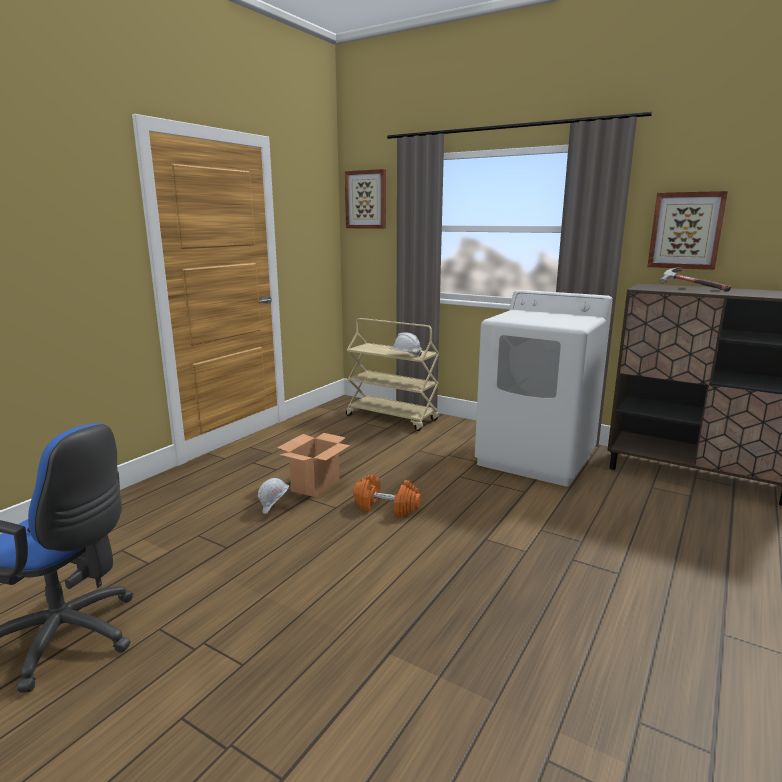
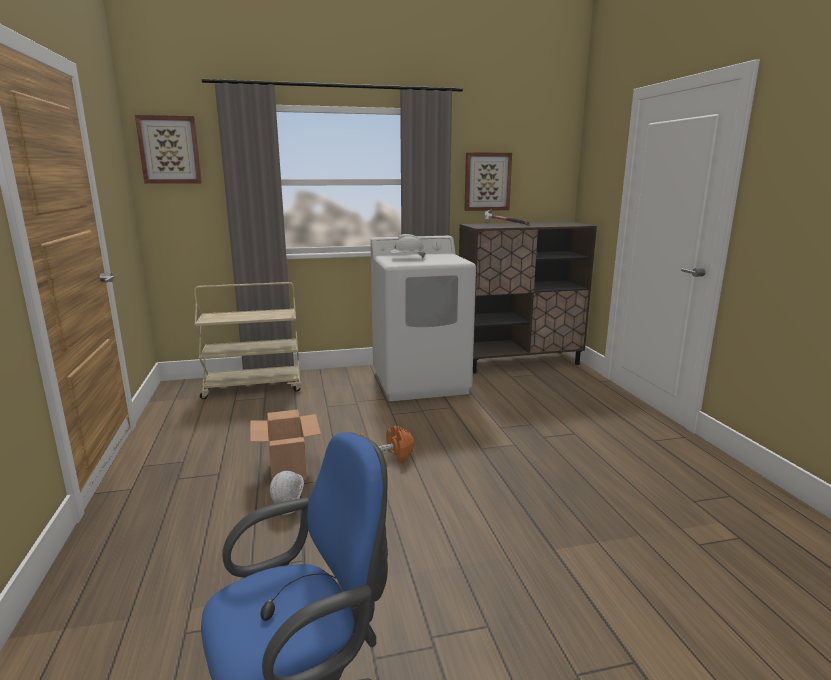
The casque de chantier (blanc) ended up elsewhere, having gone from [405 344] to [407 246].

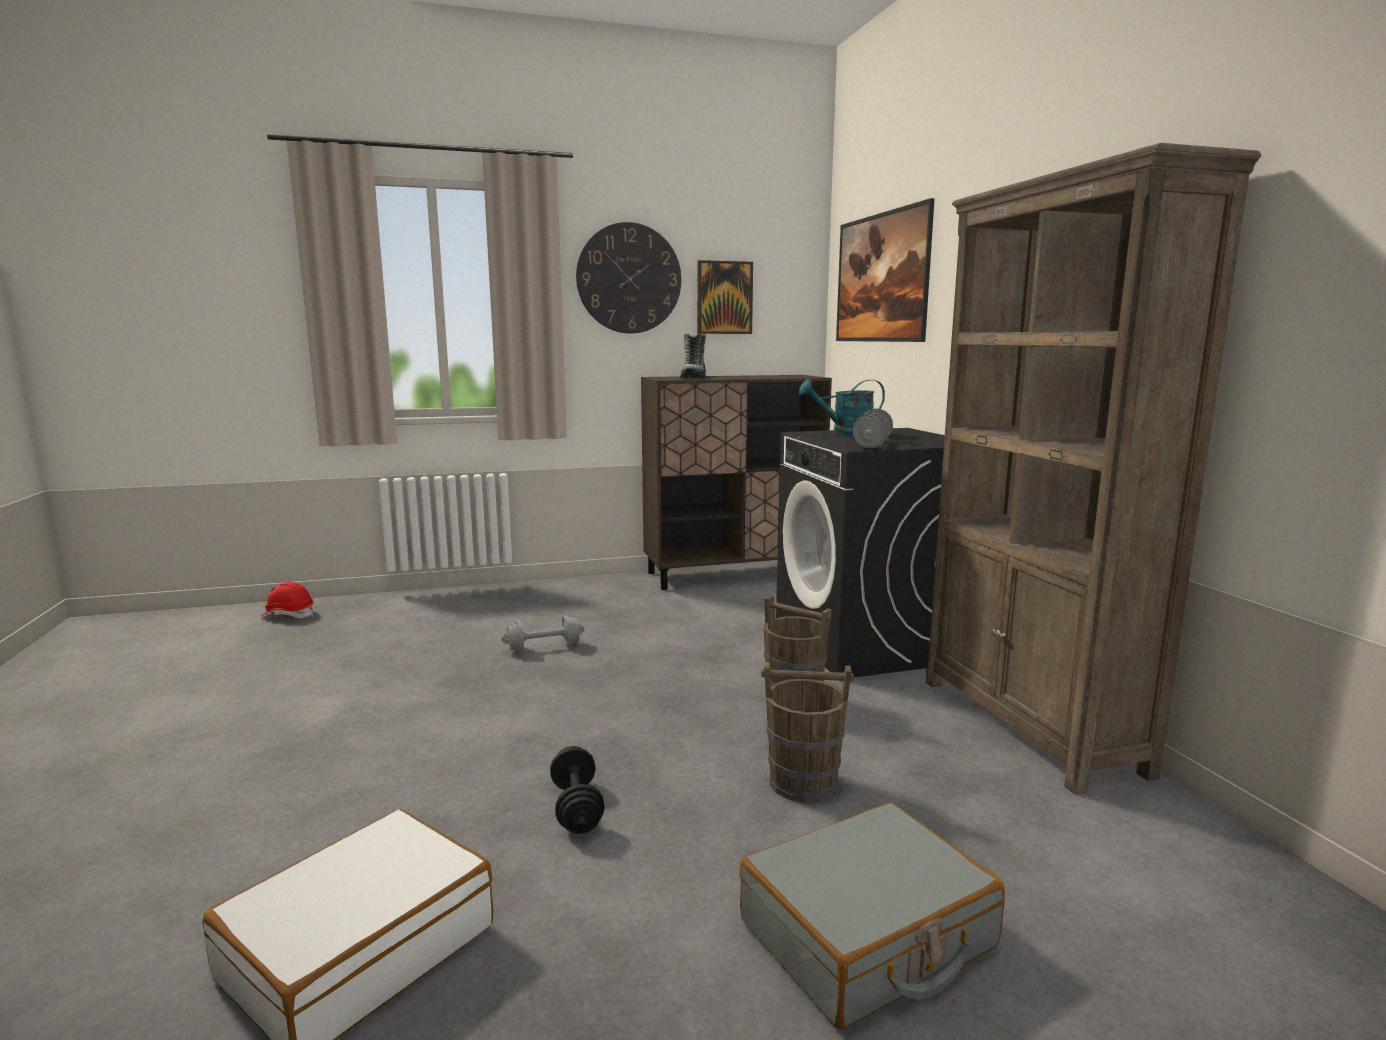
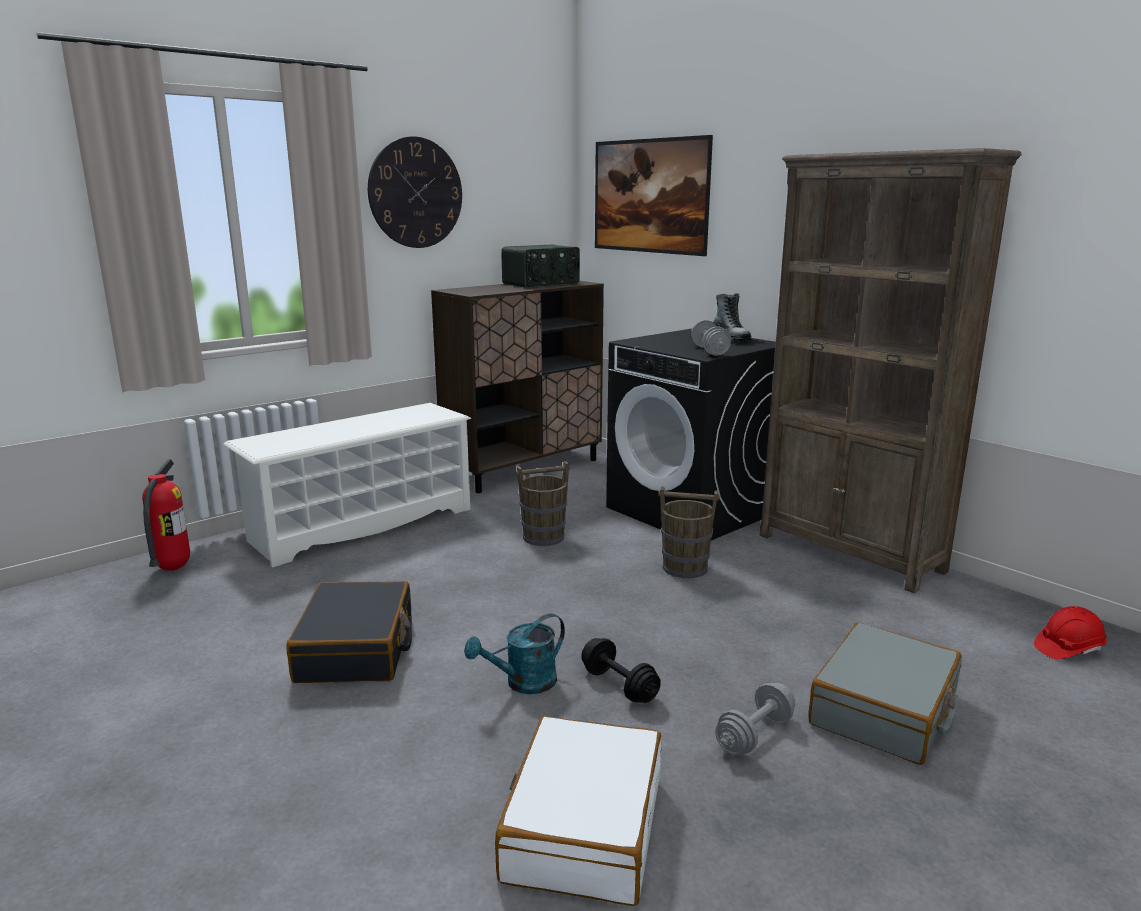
The second view lost the tableau at [725 297].
The second view gained the extincteur at [166 515].
The second view gained the étagère à chaussures (blanc) at [347 485].
The second view gained the valise (noir) at [349 631].
The second view gained the radio at [540 266].
The casque de chantier (rouge) ended up elsewhere, having gone from [287 600] to [1070 632].
The haltère (gris) ended up elsewhere, having gone from [543 634] to [755 719].
The botte ended up elsewhere, having gone from [693 356] to [732 317].
The seau (marron) ended up elsewhere, having gone from [807 732] to [543 503].
The arrosoir (turquoise) ended up elsewhere, having gone from [842 407] to [514 653].

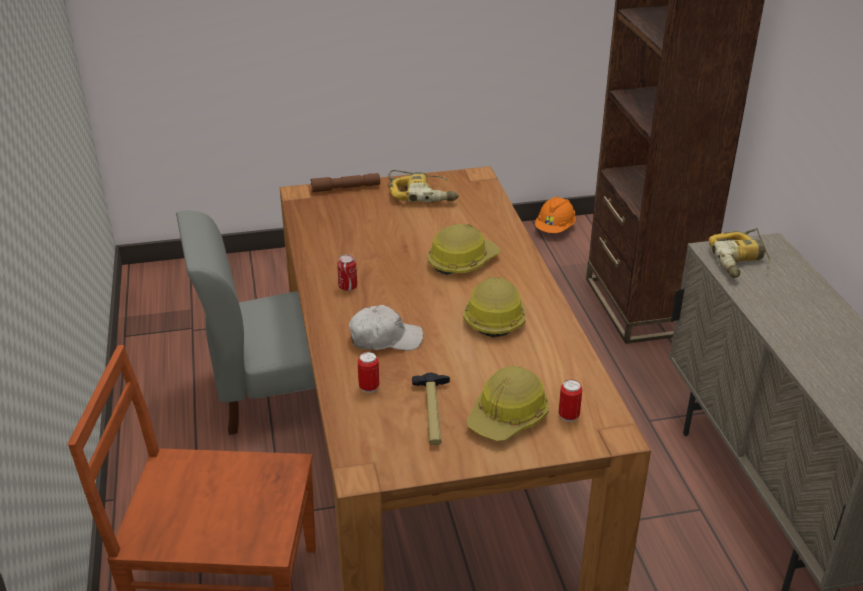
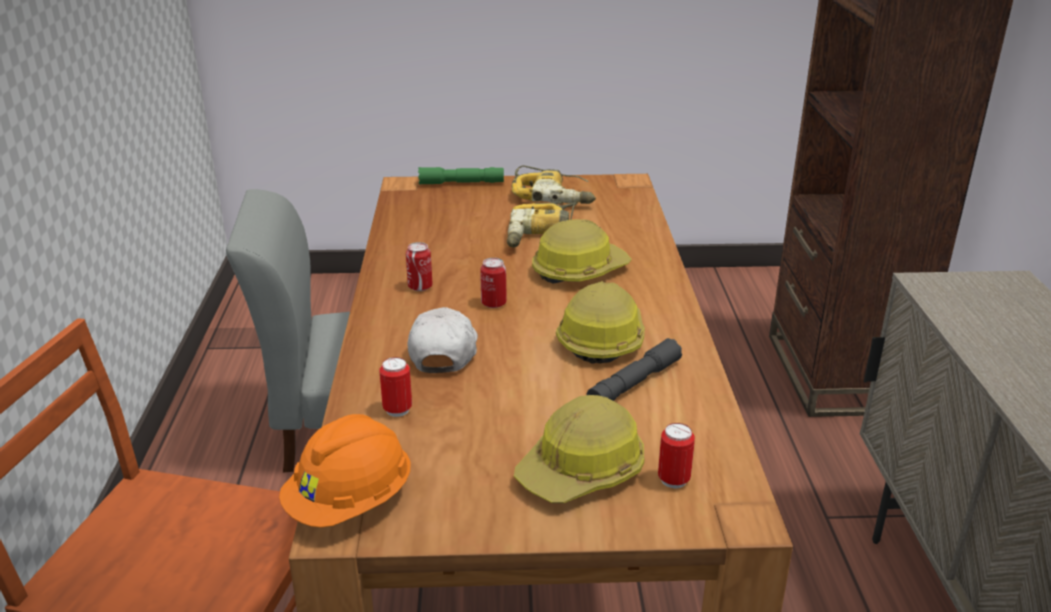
The second view lost the marteau at [431 409].
The second view gained the boîte métallique at [493 283].
The second view gained the lampe de poche (gris) at [634 369].
The casque de chantier (orange) ended up elsewhere, having gone from [555 214] to [345 470].
The perceuse ended up elsewhere, having gone from [739 253] to [542 224].
What was the lampe de poche (marron) at [345 183] turned into the lampe de poche (vert) at [461 176].
The casquette (blanc) at [386 328] ended up facing another way, 90 degrees counterclockwise from before.

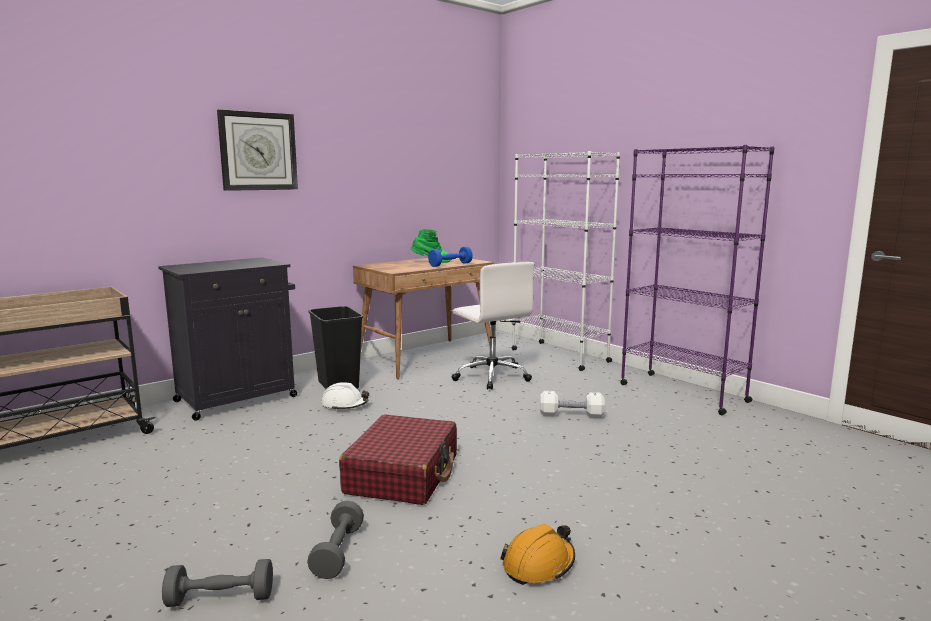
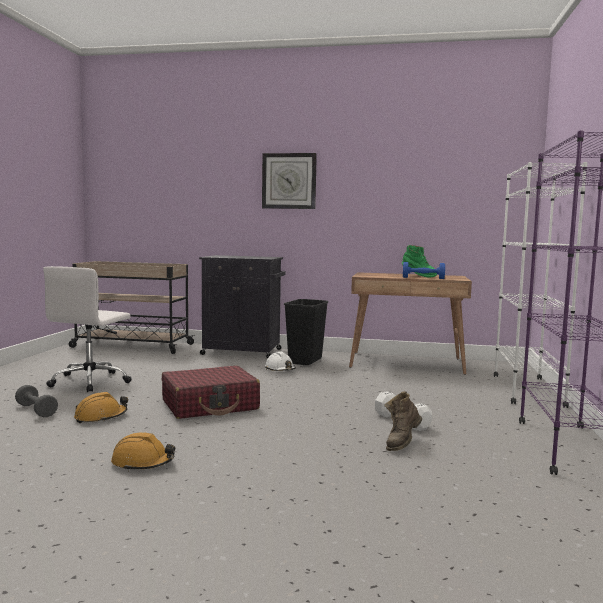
The second view gained the botte (marron) at [403 421].
The chaise de bureau (blanc) ended up elsewhere, having gone from [492 326] to [87 329].
Where the haltère (gris) stood at [335 540], the casque de chantier (orange) came to stand at [101 407].

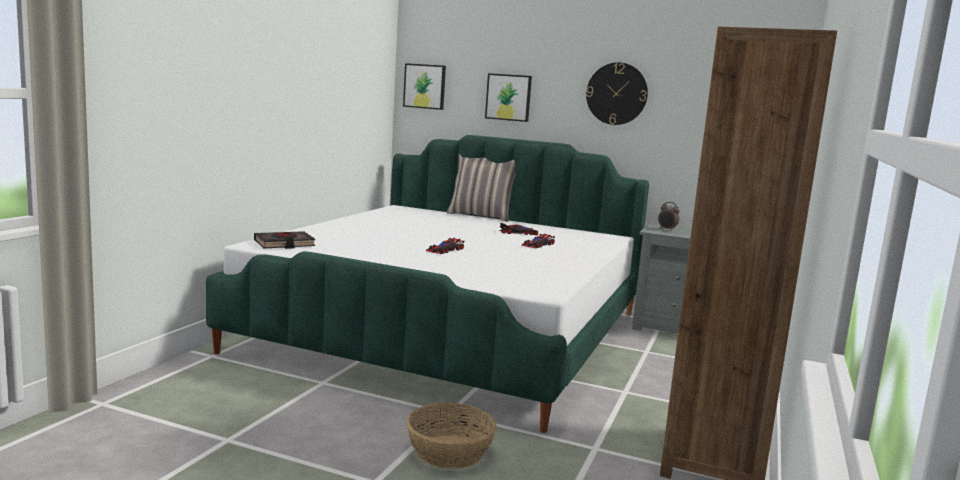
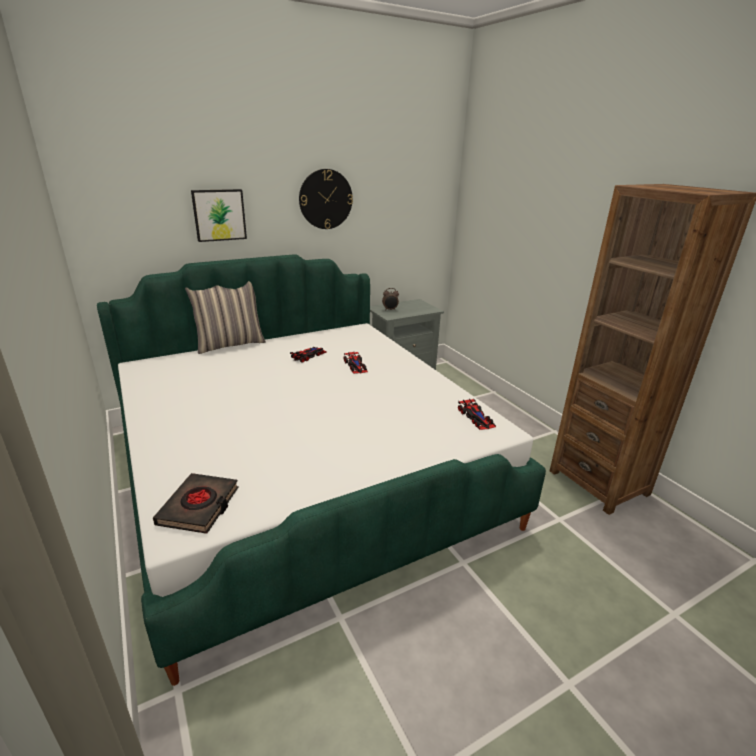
The second view lost the tableau at [424 86].
The second view lost the panier at [451 436].
The petite voiture ended up elsewhere, having gone from [445 245] to [477 414].

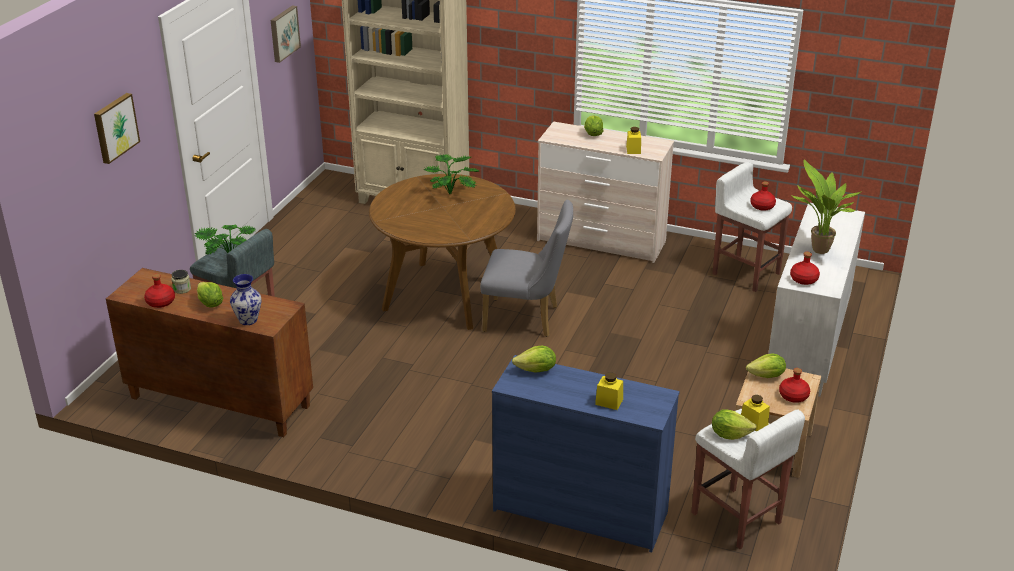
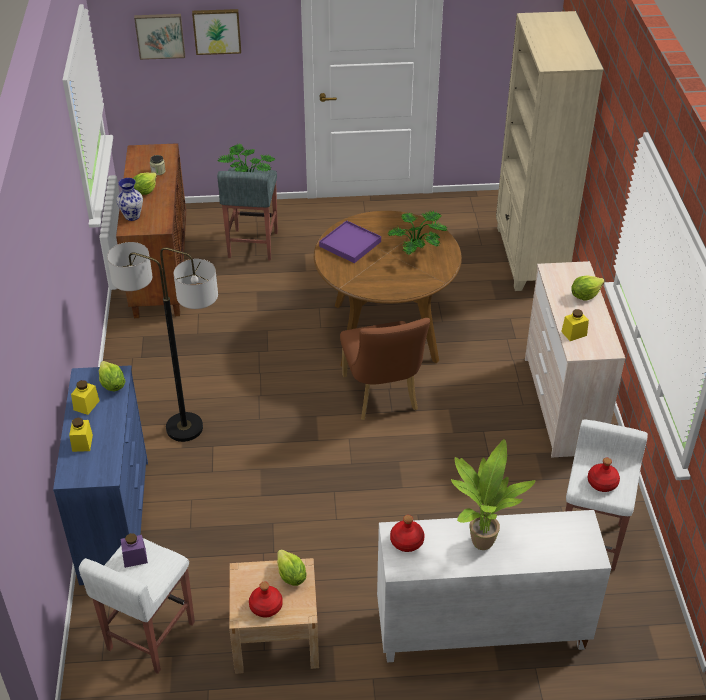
The second view lost the bouteille (rouge) at [159 291].
The second view gained the lampadaire at [162 342].
The second view gained the plateau (violet) at [350 241].
The tableau ended up elsewhere, having gone from [286 34] to [159 37].
The bocal (jaune) ended up elsewhere, having gone from [755 413] to [85 397].
Where the laitue stood at [734 424], the bocal (violet) came to stand at [134 550].
What was the chaise (gris) at [526 268] turned into the chaise (marron) at [385 369].

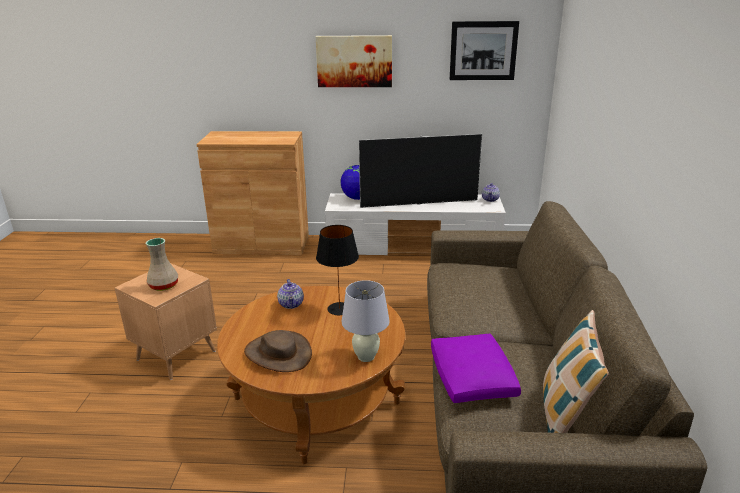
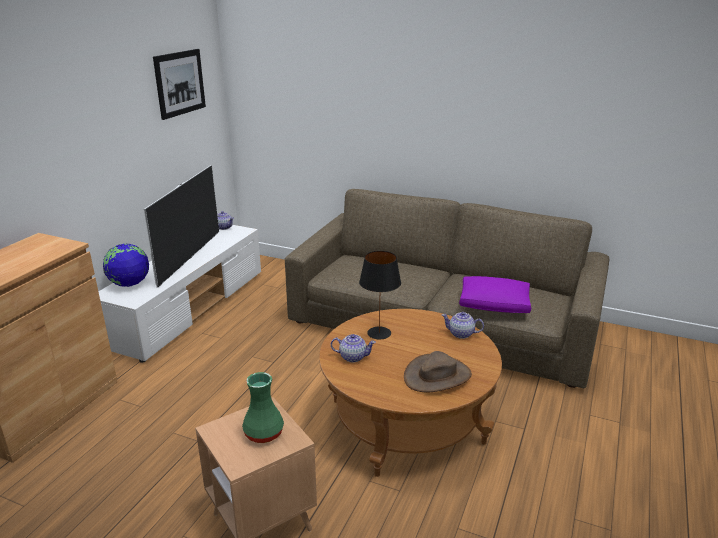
The second view lost the tableau at [354 61].
The second view lost the coussin at [576 371].
Where the lampe de table (blanc) stood at [366 321], the théière came to stand at [463 325].
What was the vase (beige) at [162 264] turned into the vase (vert) at [263 407].

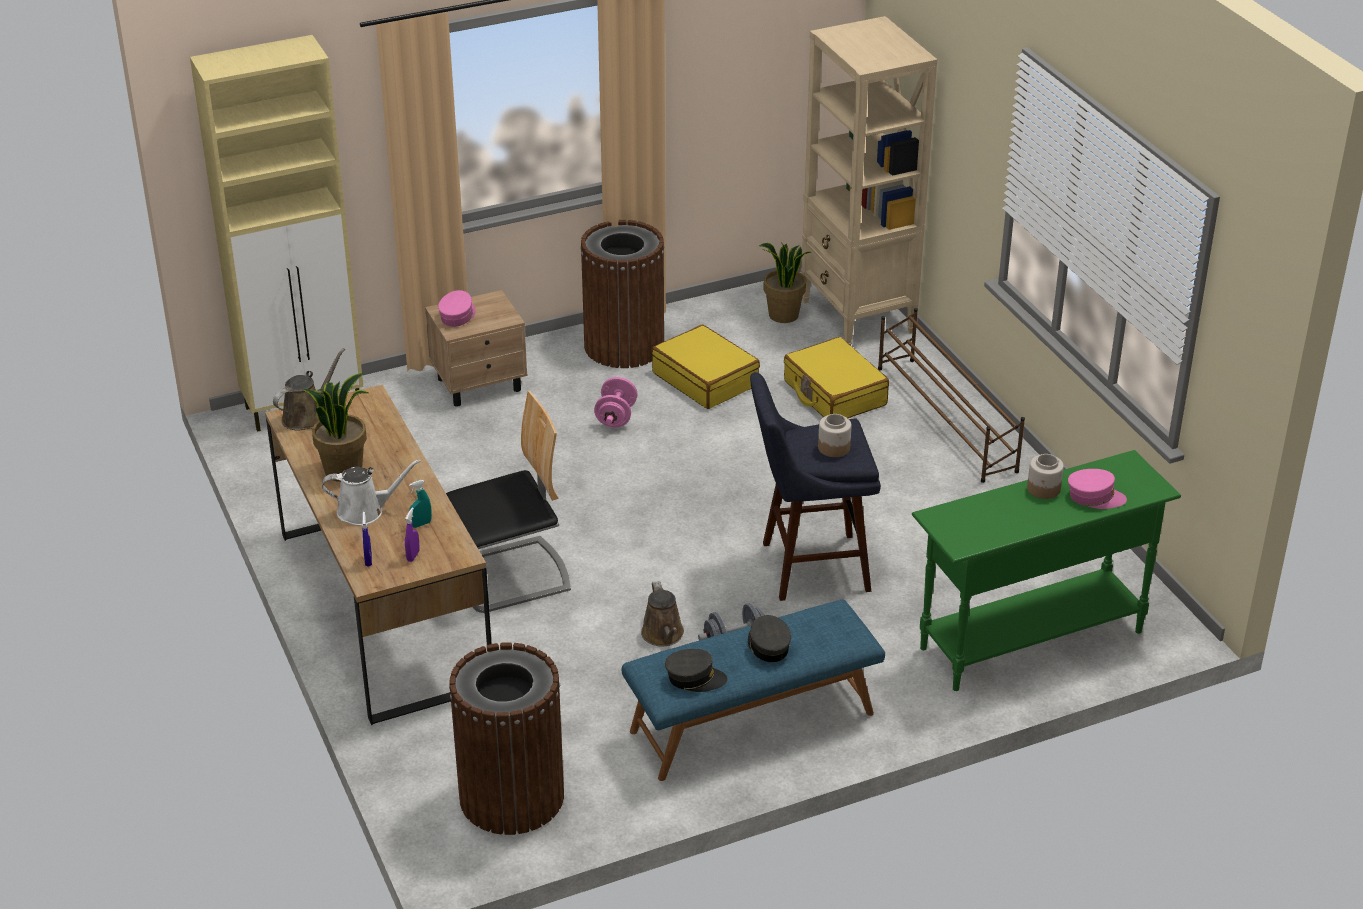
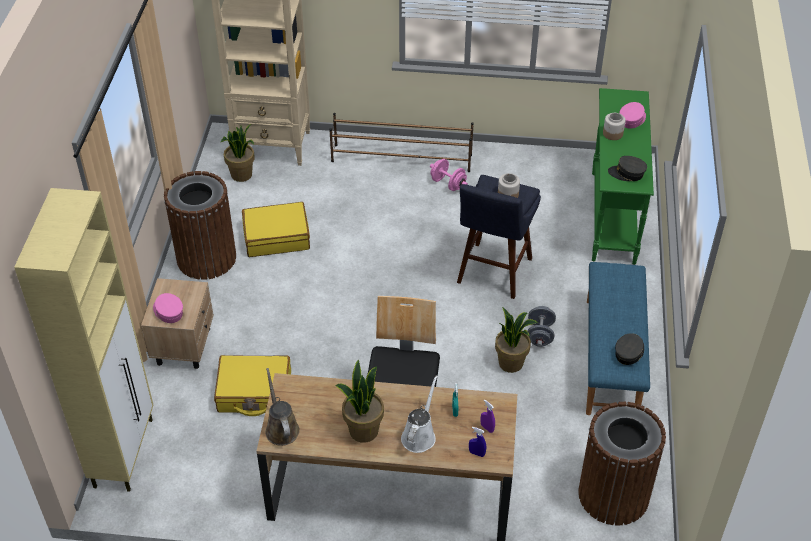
The haltère (rose) ended up elsewhere, having gone from [615 402] to [449 175].
The casquette (gris) ended up elsewhere, having gone from [769 638] to [627 168].
The valise (jaune) ended up elsewhere, having gone from [836 377] to [252 385].
Where the arrosoir (marron) stood at [662 613], the plante en pot came to stand at [516 340].

